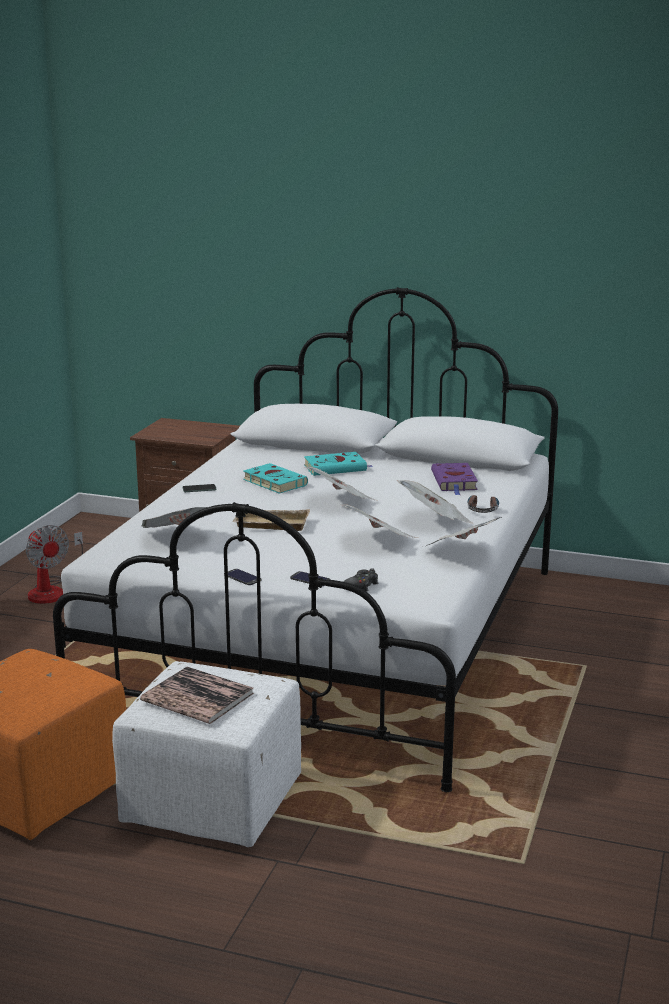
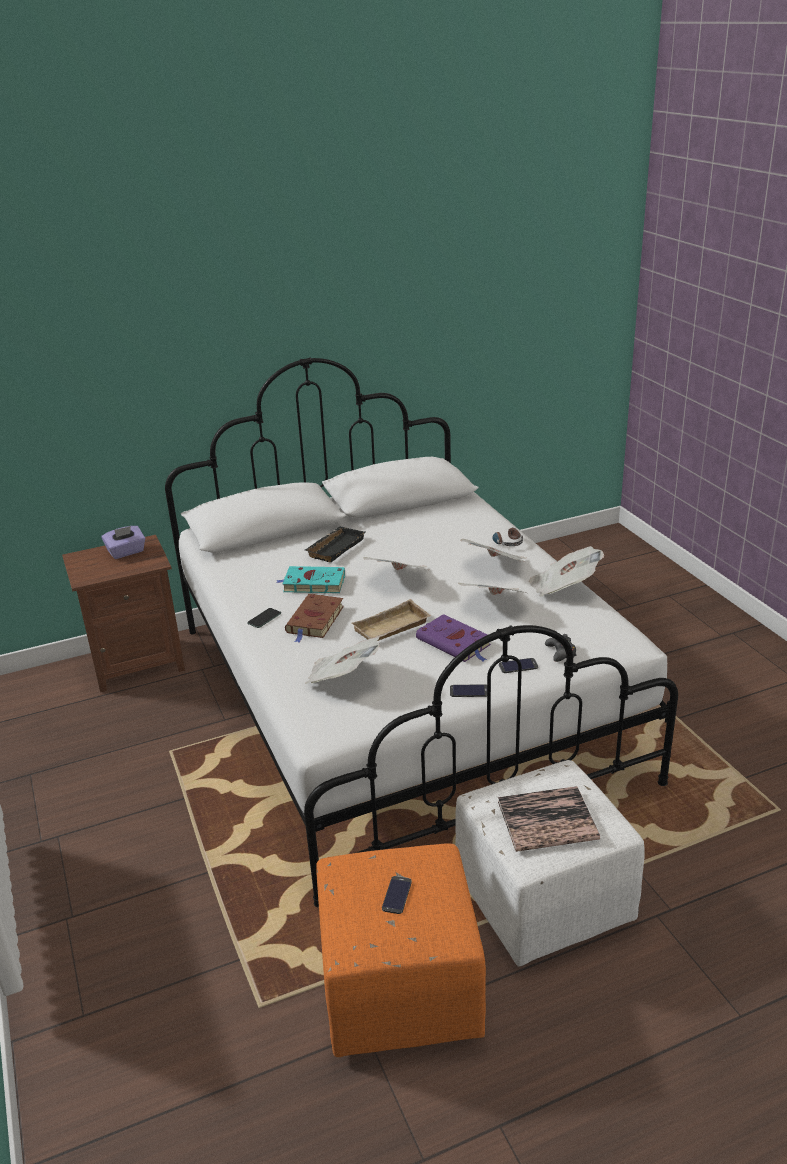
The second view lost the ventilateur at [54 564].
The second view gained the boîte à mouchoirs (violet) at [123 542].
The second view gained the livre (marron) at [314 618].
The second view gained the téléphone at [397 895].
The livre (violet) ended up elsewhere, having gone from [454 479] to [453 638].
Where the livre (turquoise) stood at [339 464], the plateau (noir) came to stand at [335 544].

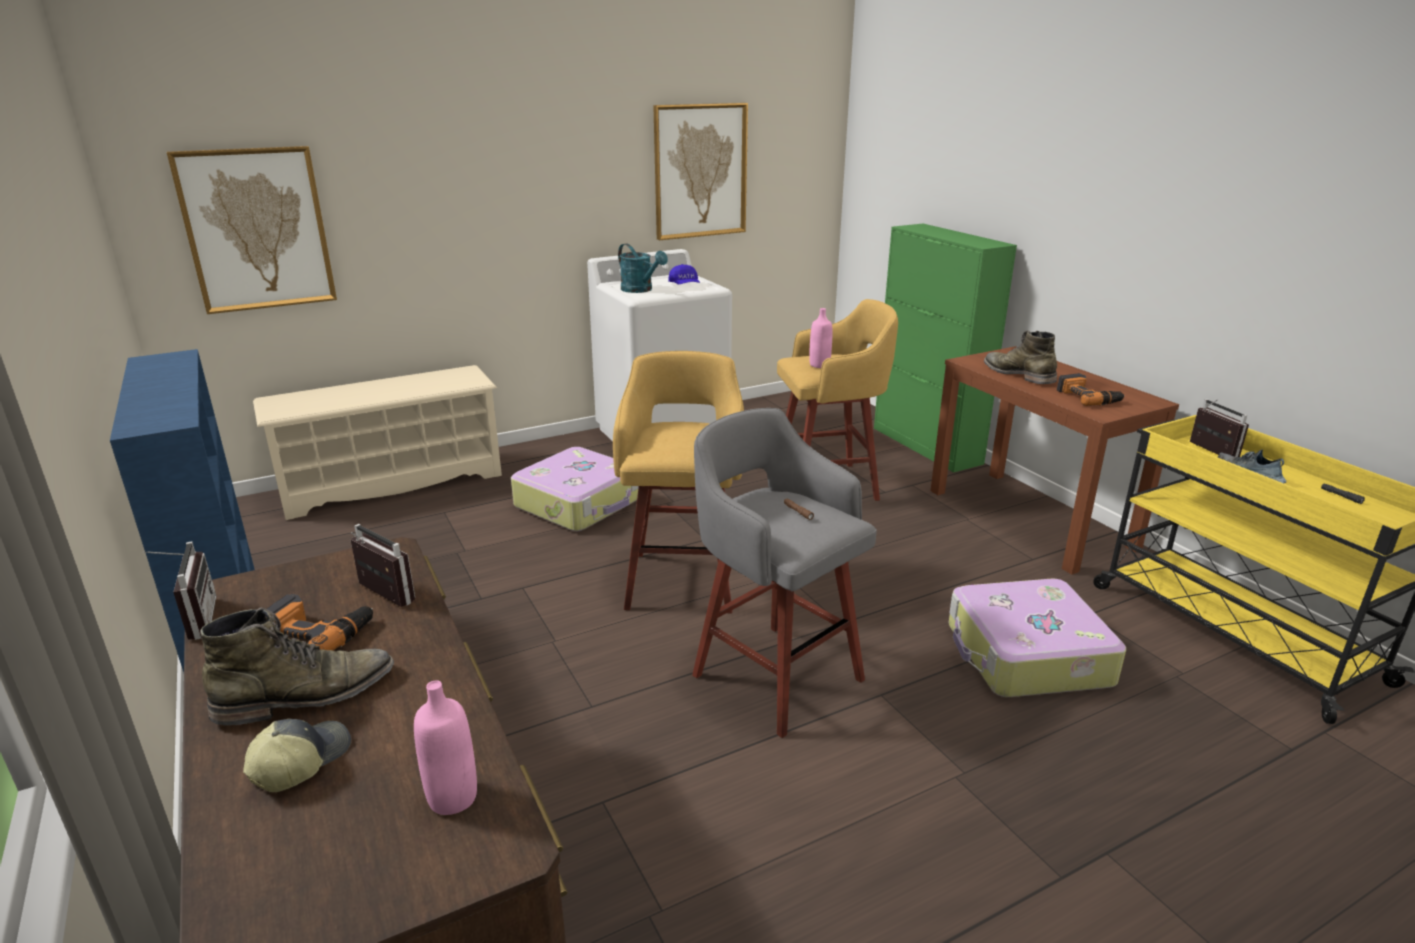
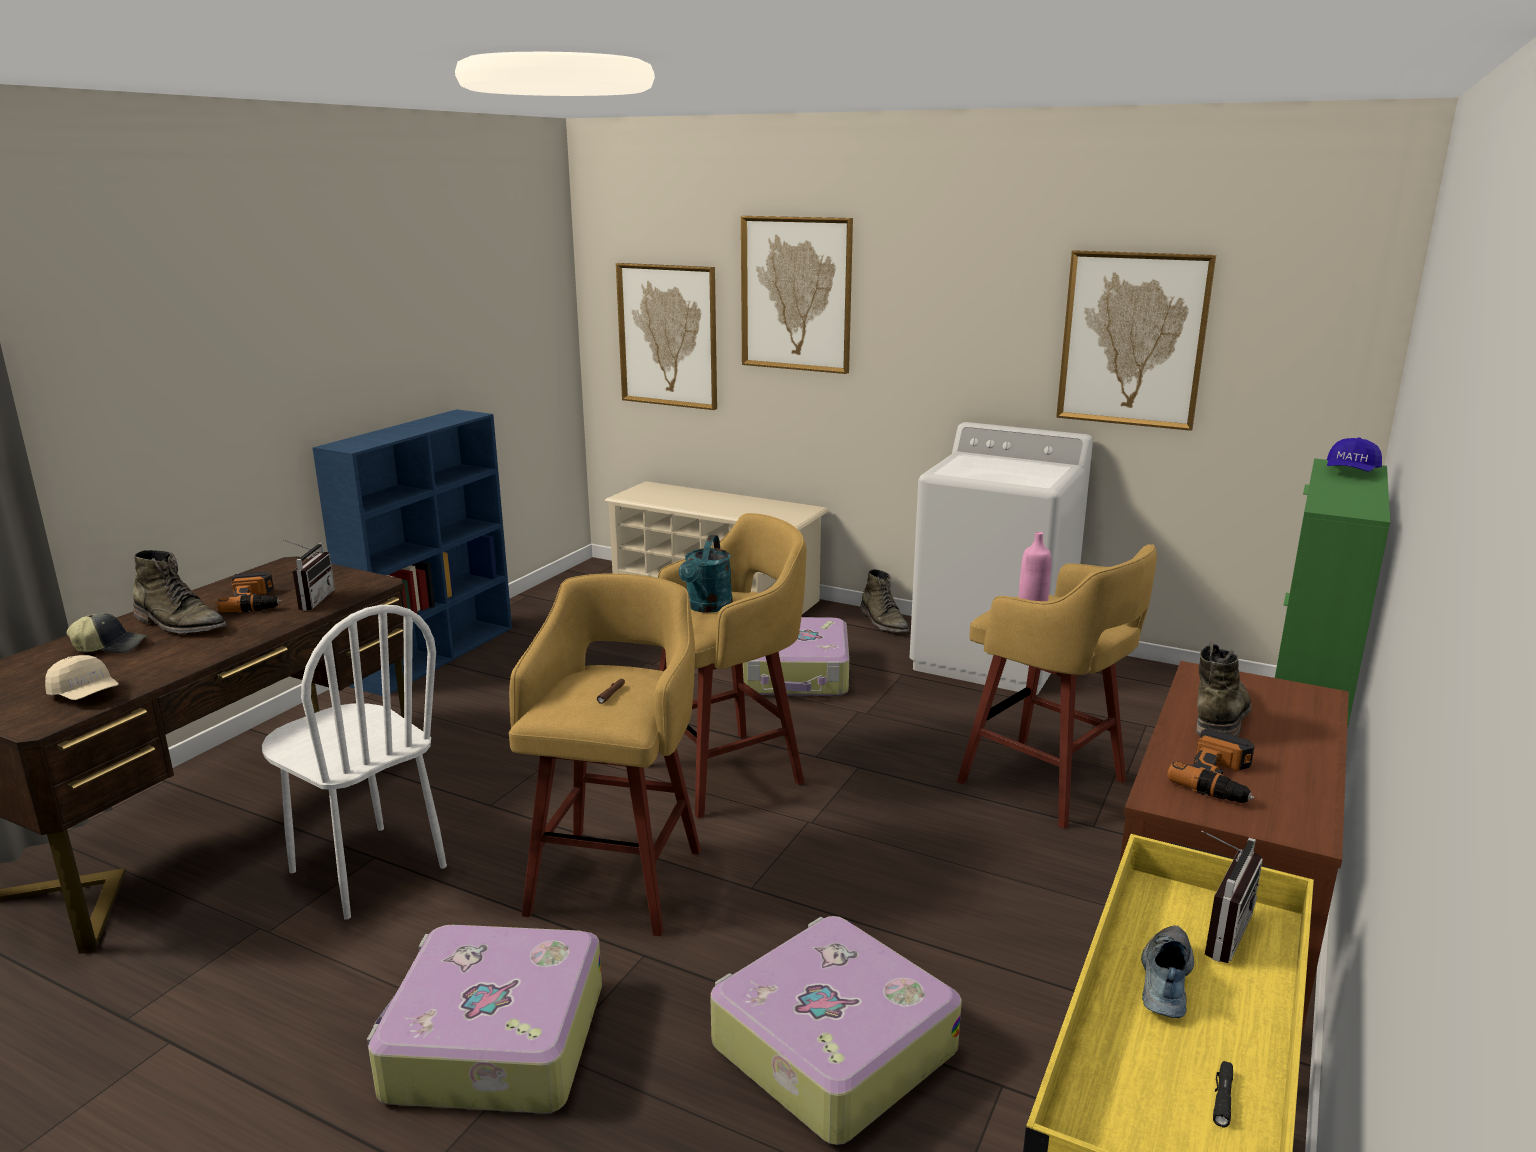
The second view lost the radio at [179 591].
The second view gained the chaise (blanc) at [354 762].
The second view gained the valise at [484 1019].
The second view gained the tableau at [797 295].
The second view gained the botte (vert) at [884 600].
The arrosoir (turquoise) ended up elsewhere, having gone from [643 268] to [706 574].
The casquette (bleu) ended up elsewhere, having gone from [684 274] to [1354 454].
Where the bouteille (rose) stood at [445 747], the casquette (beige) came to stand at [82 677].
What was the tabouret (gris) at [784 573] turned into the tabouret (jaune) at [605 754].

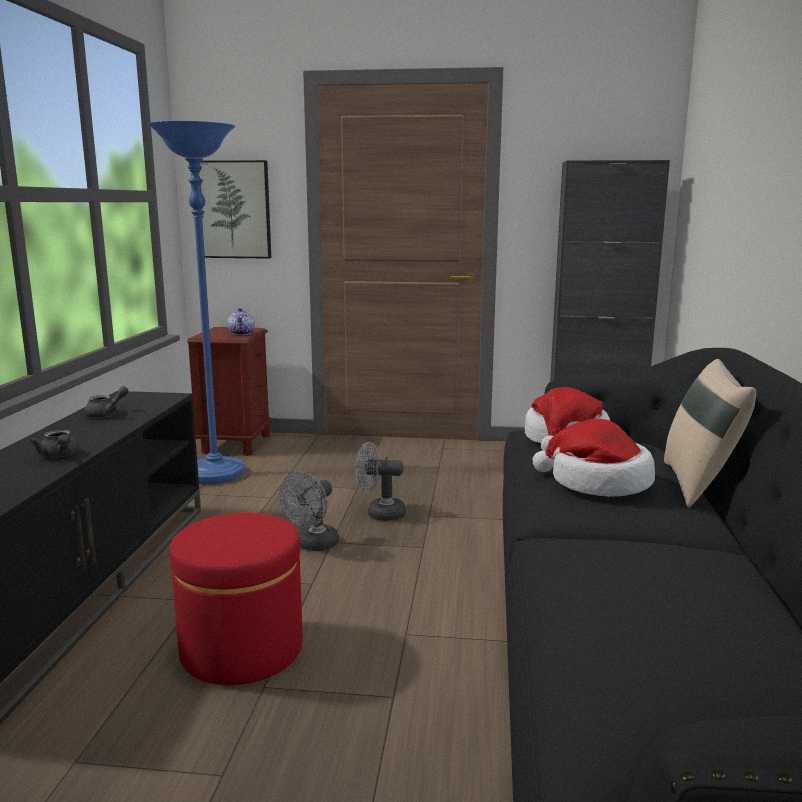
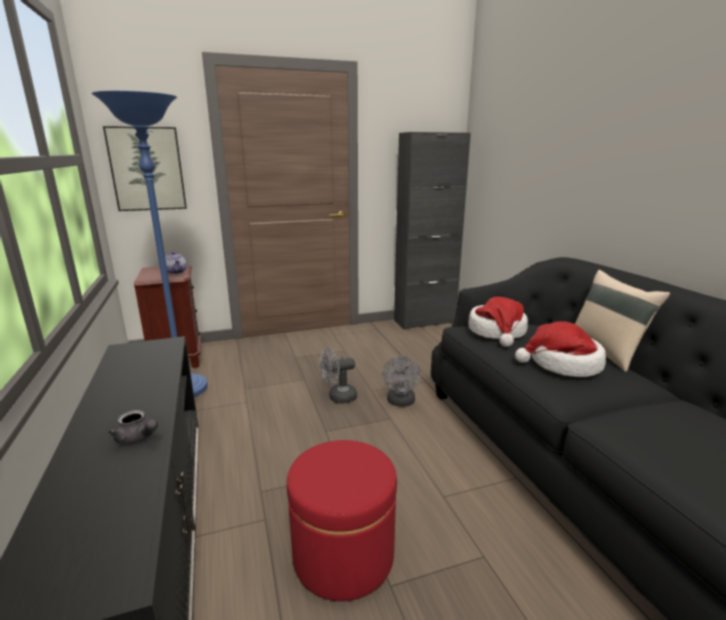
The second view lost the théière (gris) at [106 402].
The ventilateur (gris) ended up elsewhere, having gone from [309 511] to [401 381].

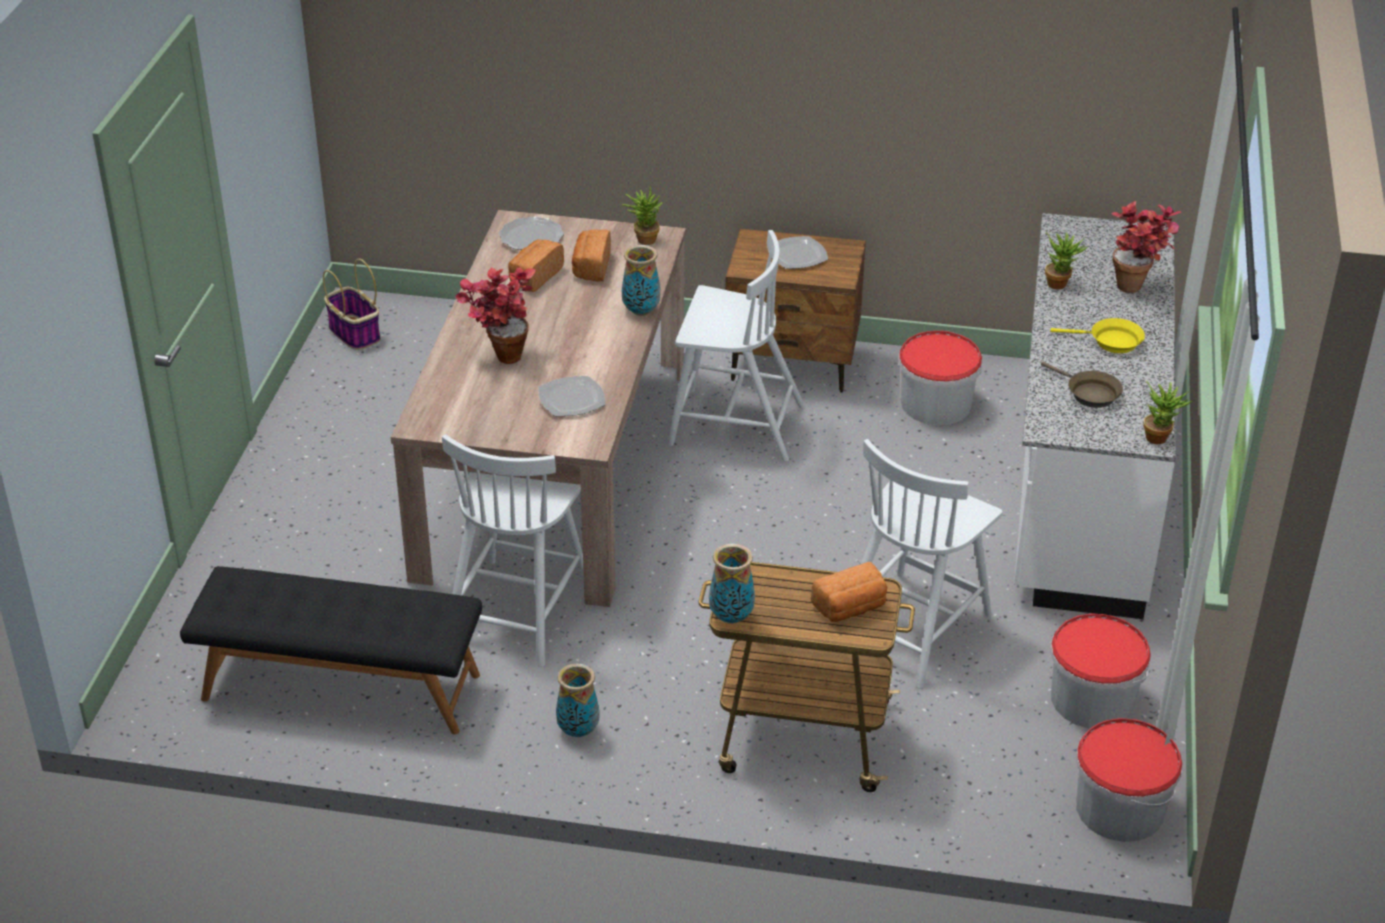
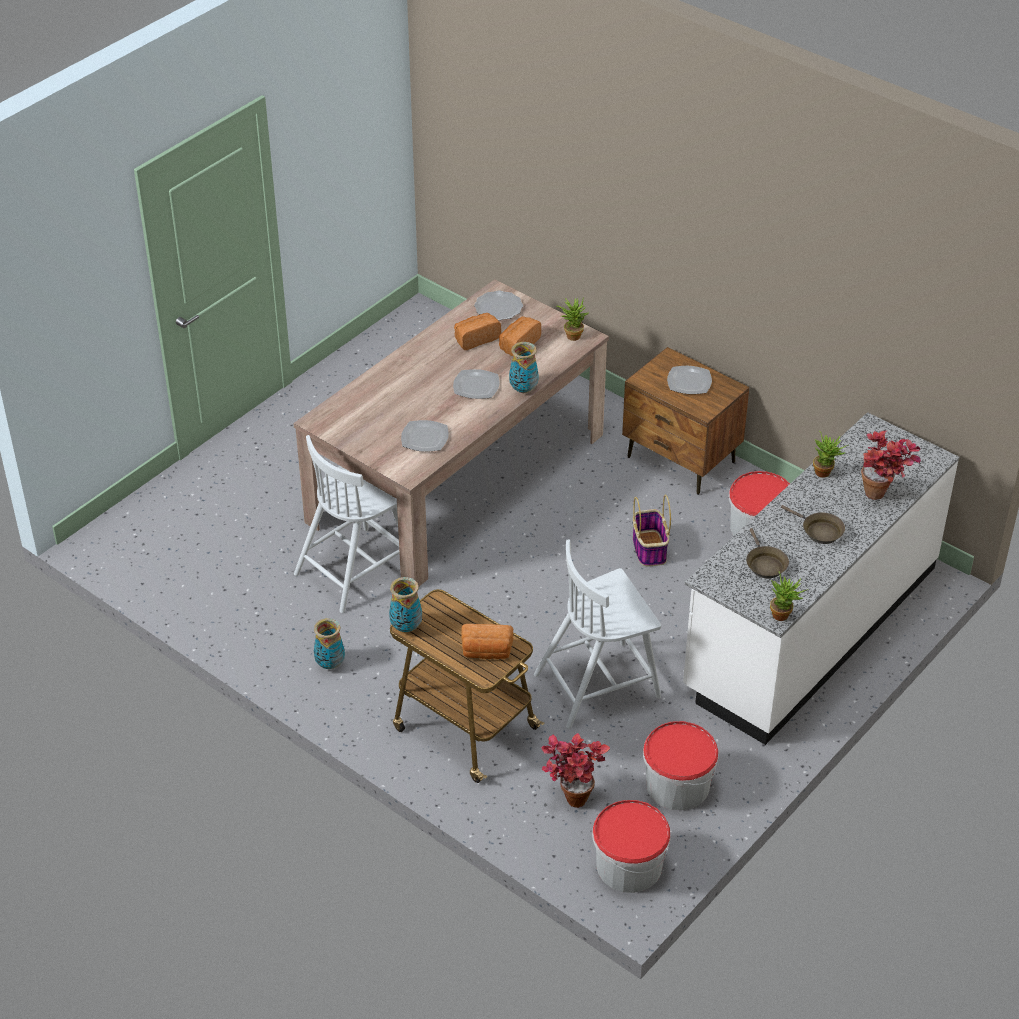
The second view lost the banc (noir) at [331 650].
The second view lost the chaise (blanc) at [736 346].
The second view gained the assiette at [476 384].
The panier ended up elsewhere, having gone from [352 304] to [652 530].
The plante en pot ended up elsewhere, having gone from [495 315] to [575 770].
What was the poêle (jaune) at [1097 335] turned into the poêle (marron) at [813 524].

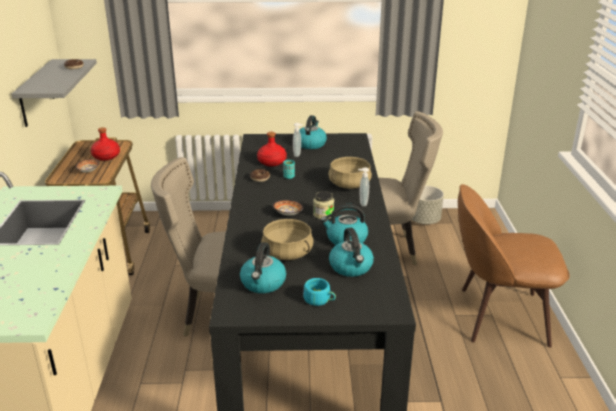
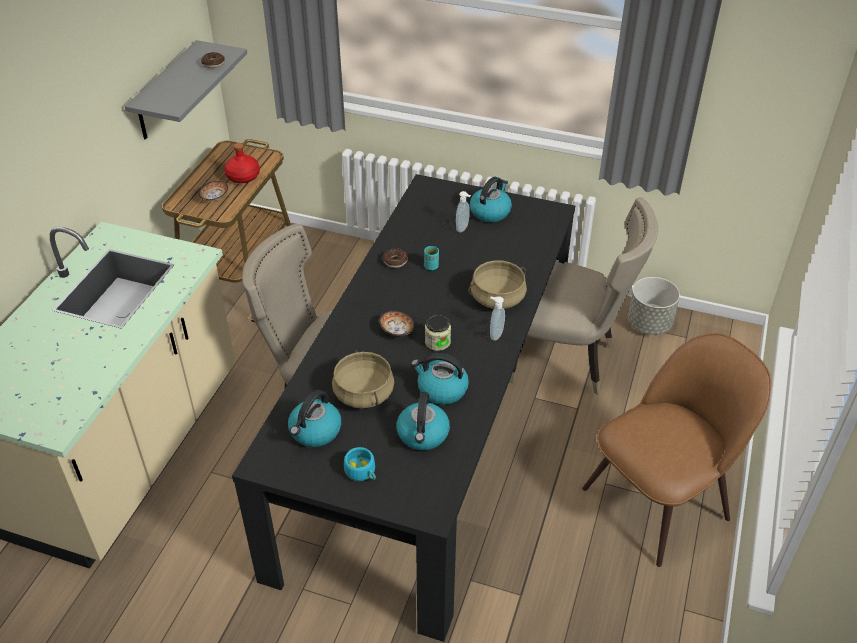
The second view lost the bouteille (rouge) at [272 149].
The chaise (marron) at [514 266] ended up facing another way, 120 degrees clockwise from before.

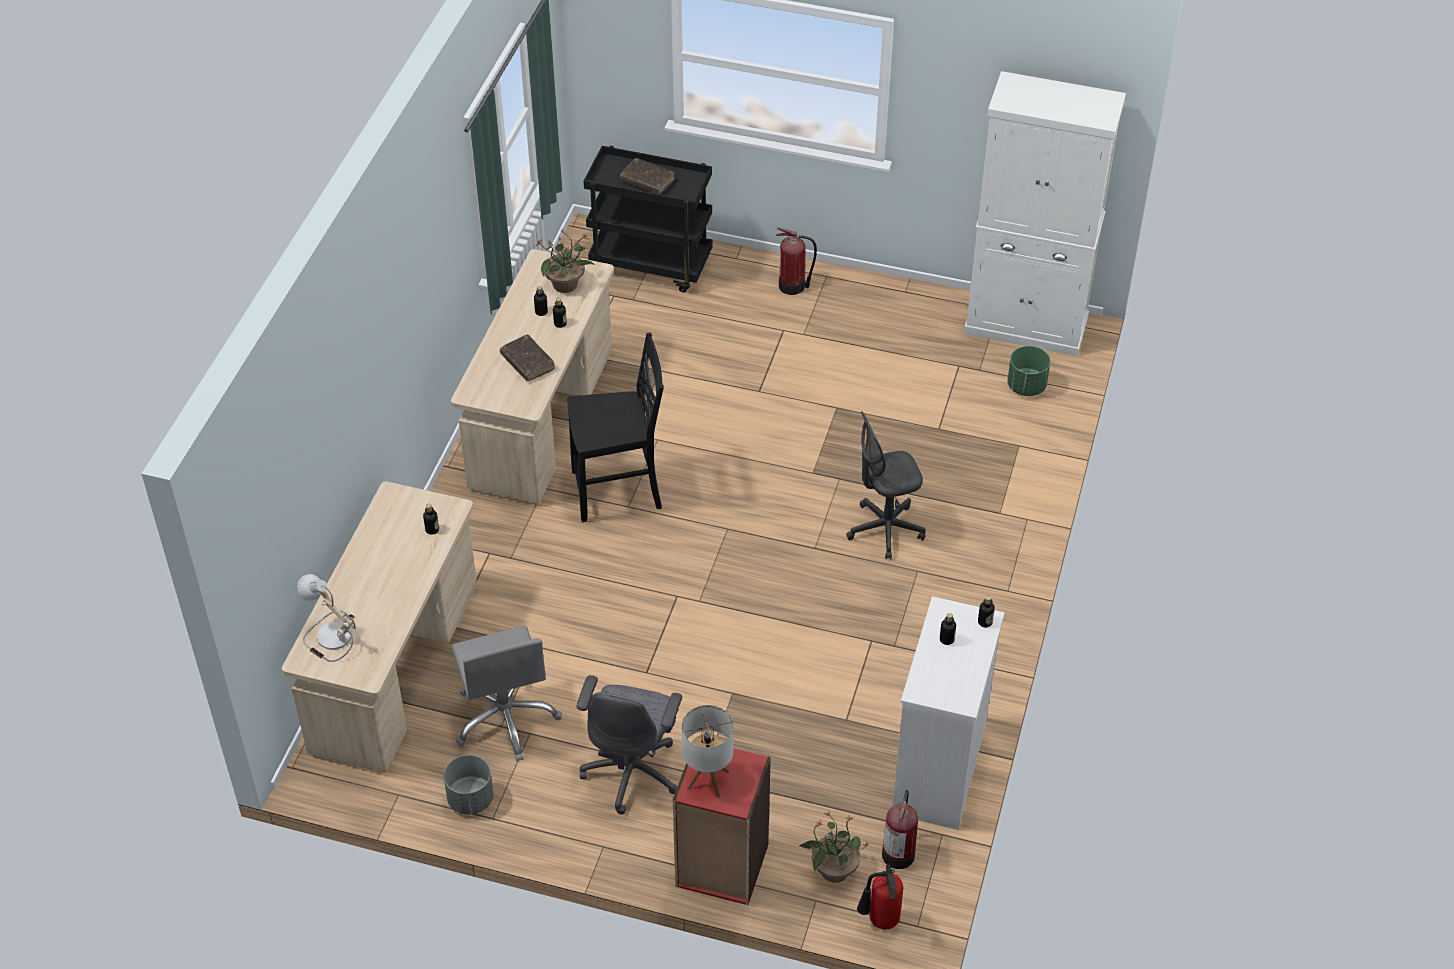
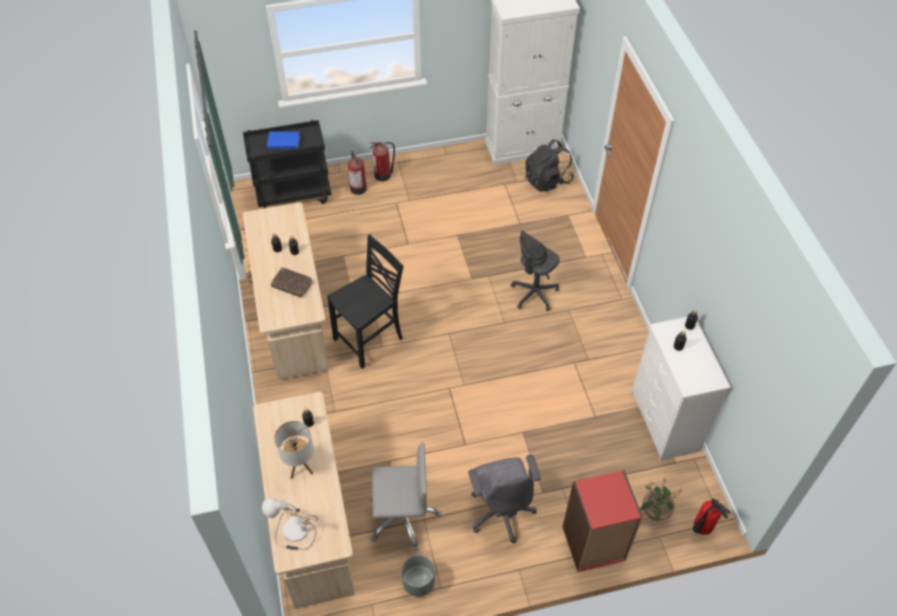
The second view lost the plante en pot at [565 261].
The lampe de table ended up elsewhere, having gone from [708 751] to [294 450].
The extincteur ended up elsewhere, having gone from [900 829] to [357 173].
Where the cache-pot (vert) stood at [1028 371], the sac à dos (noir) came to stand at [549 165].
What was the livre (marron) at [647 176] turned into the livre (bleu) at [283 140].
The chaise de bureau (gris) at [506 693] ended up facing another way, 45 degrees counterclockwise from before.

